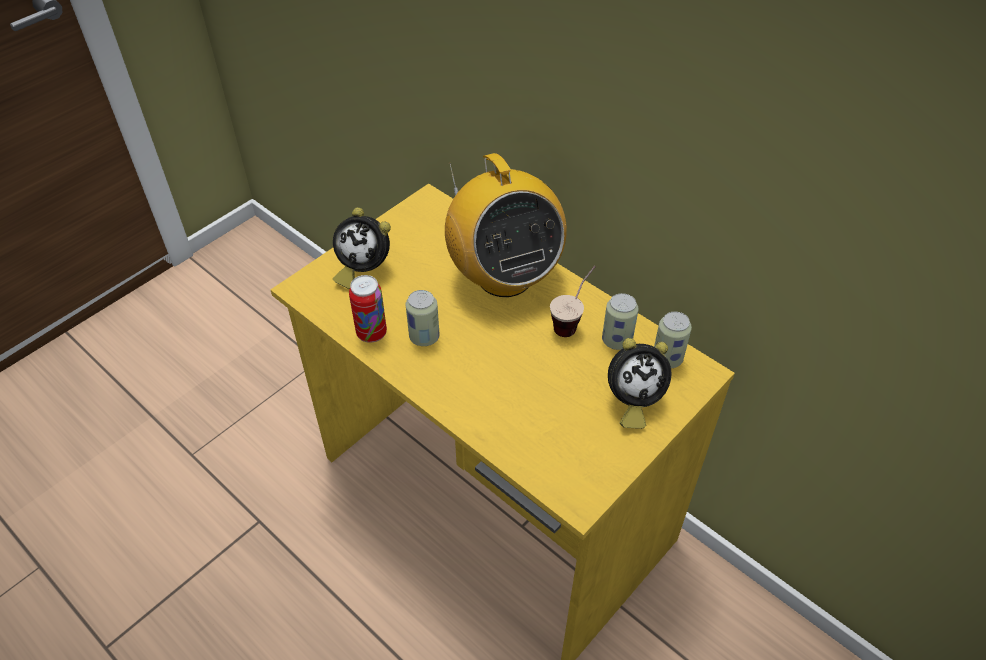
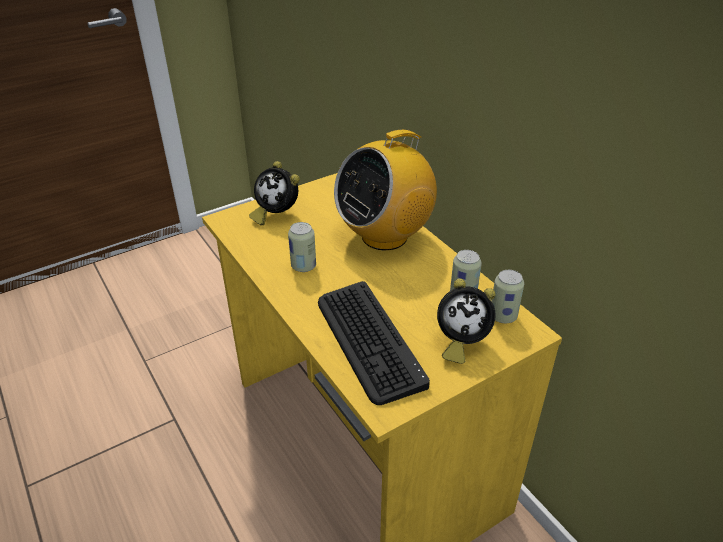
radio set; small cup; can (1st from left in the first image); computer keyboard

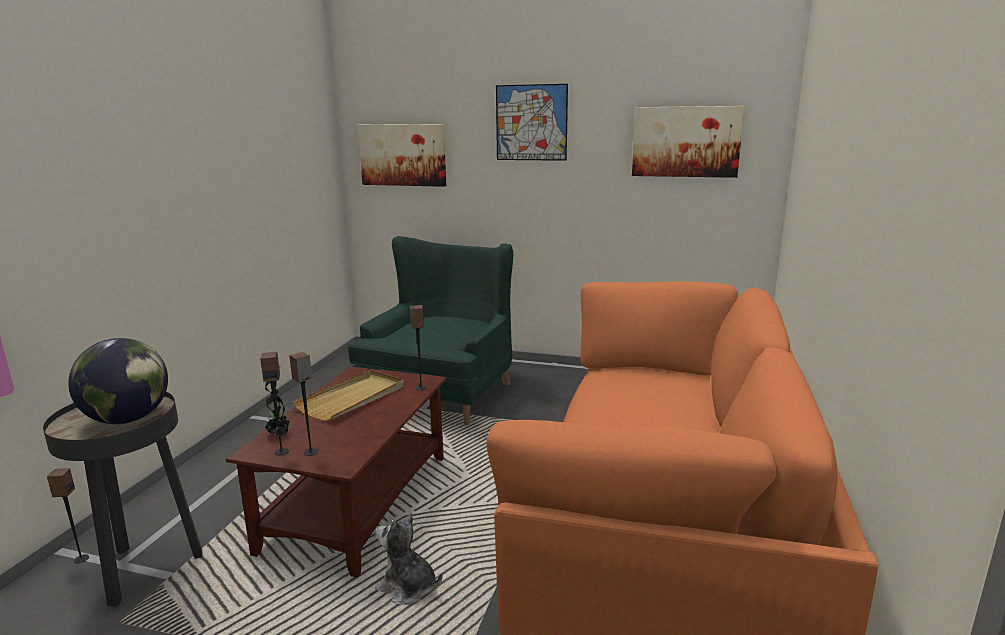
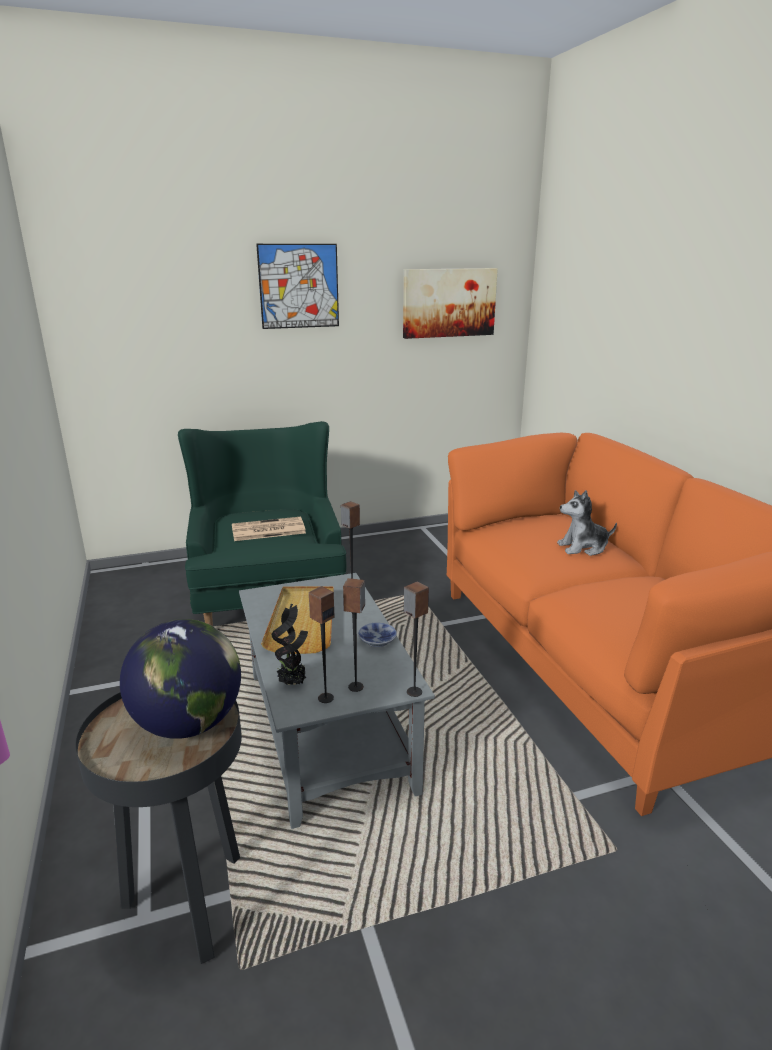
wall picture (1st from left in the first image); lounge table (gray); speaker (4th from left); soft toy; printed paper; serving bowl

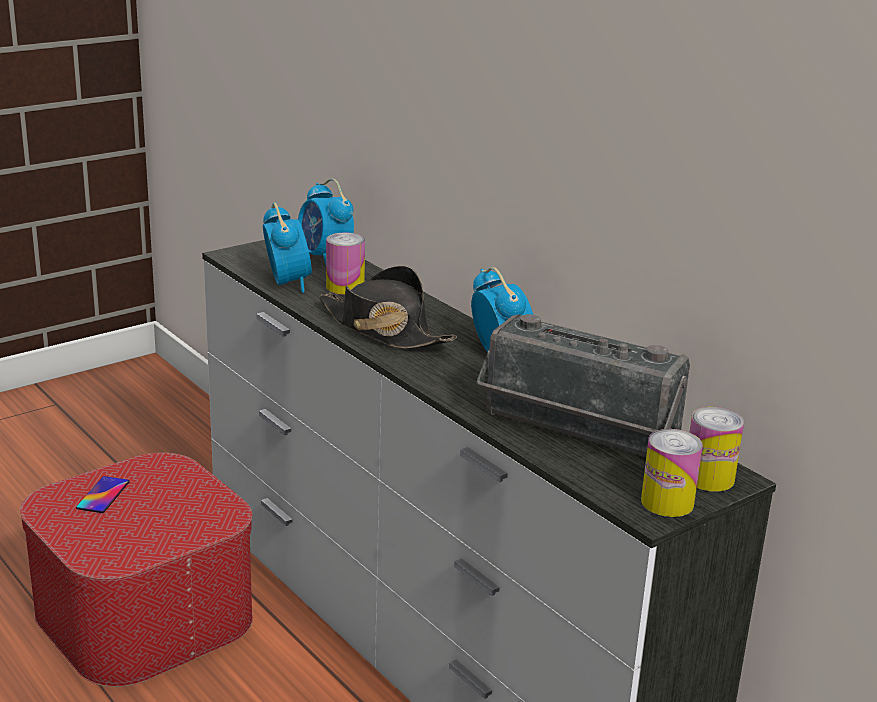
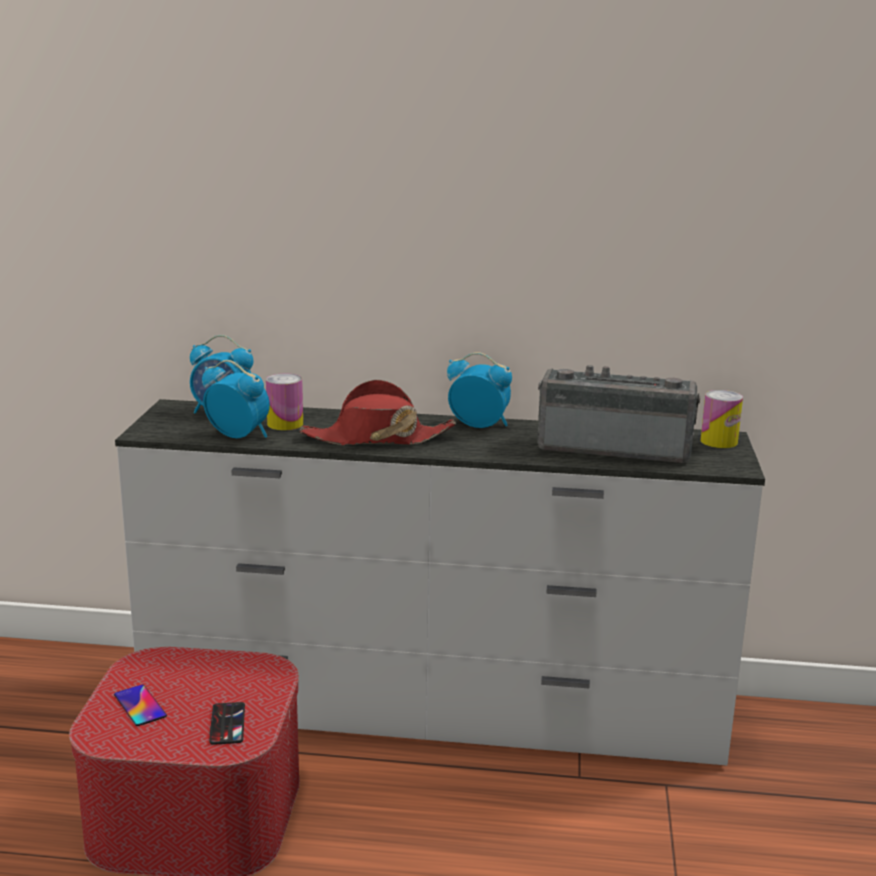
hat (red-coloured); radio set; can (2nd from left in the first image); telephone (2nd from left)

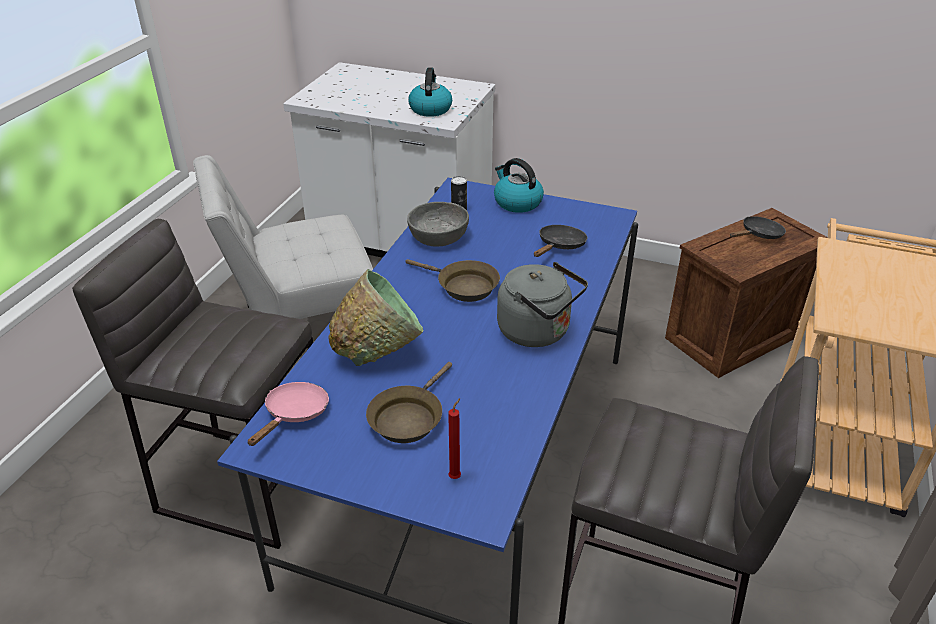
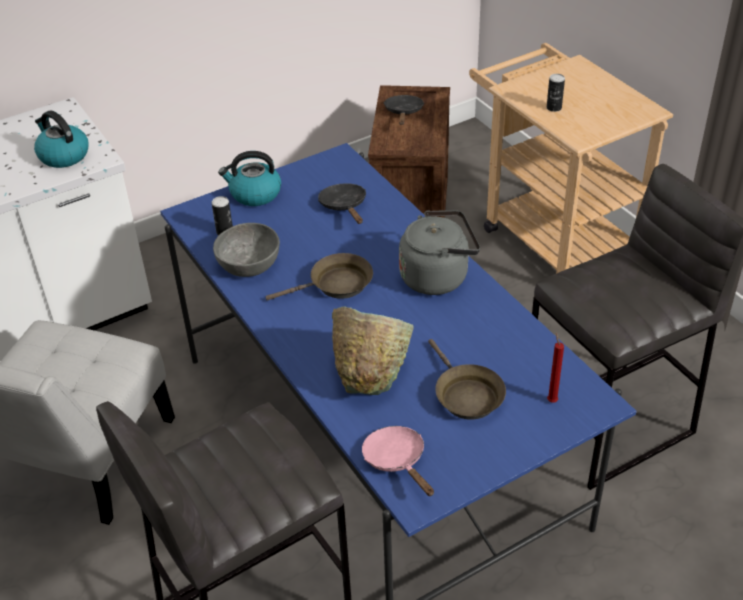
can (2nd from left)

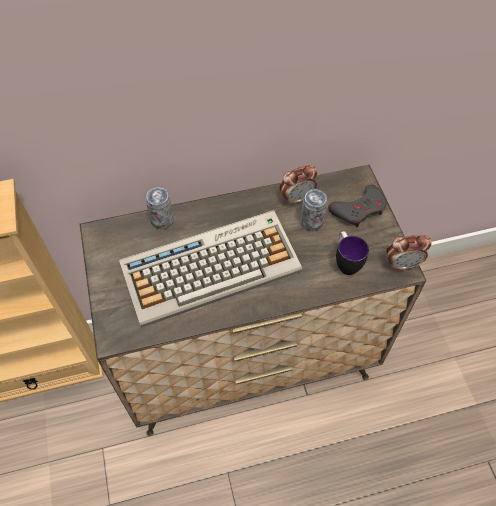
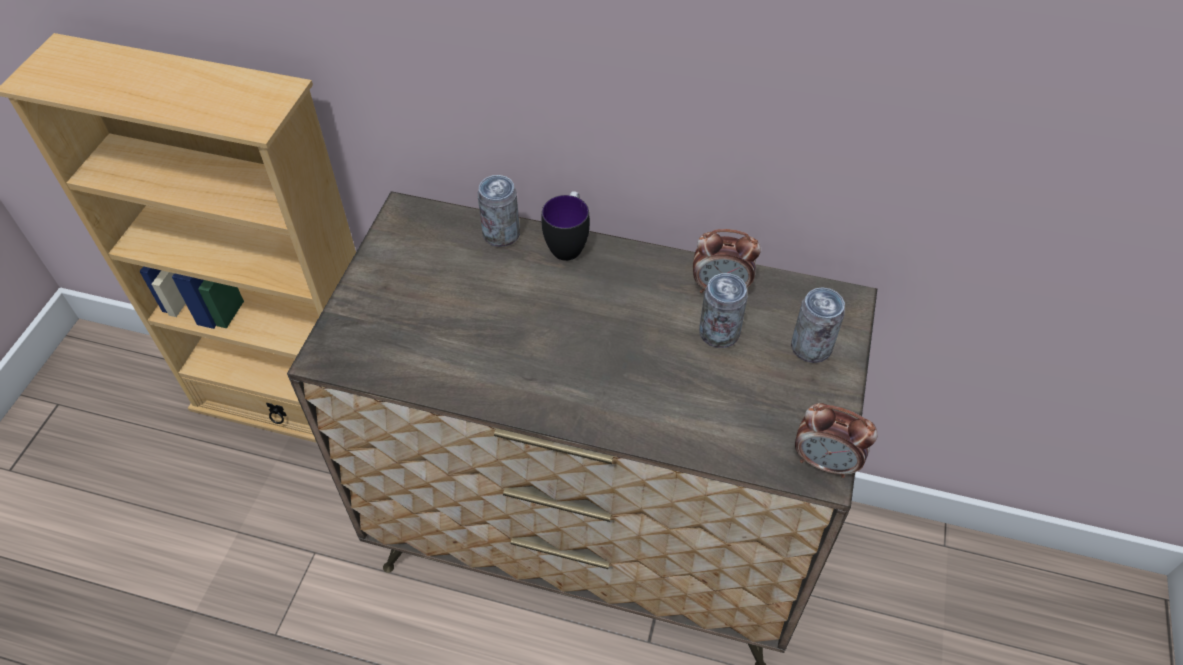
can (3rd from left); computer keyboard; tea mug

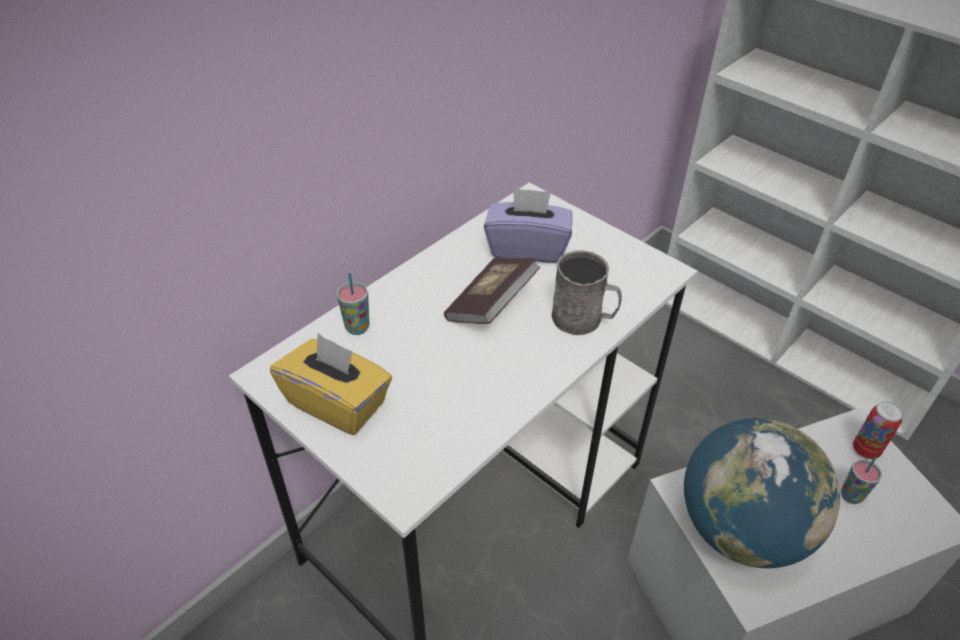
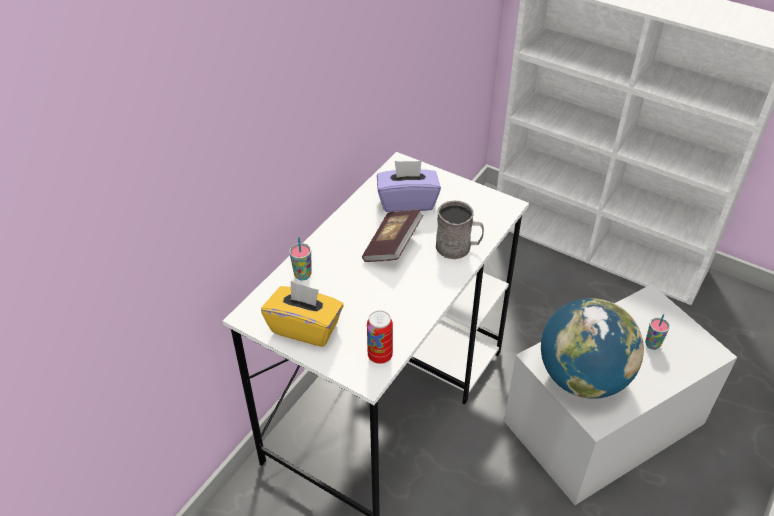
can

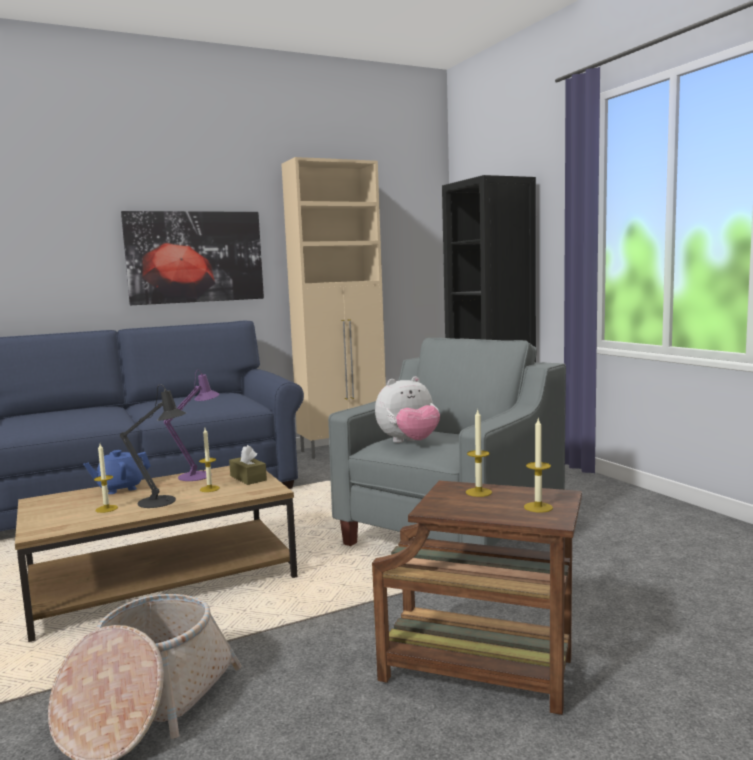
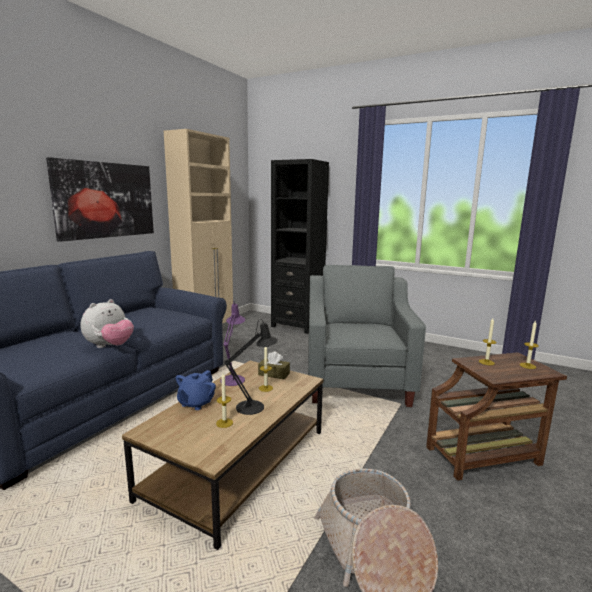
soft toy

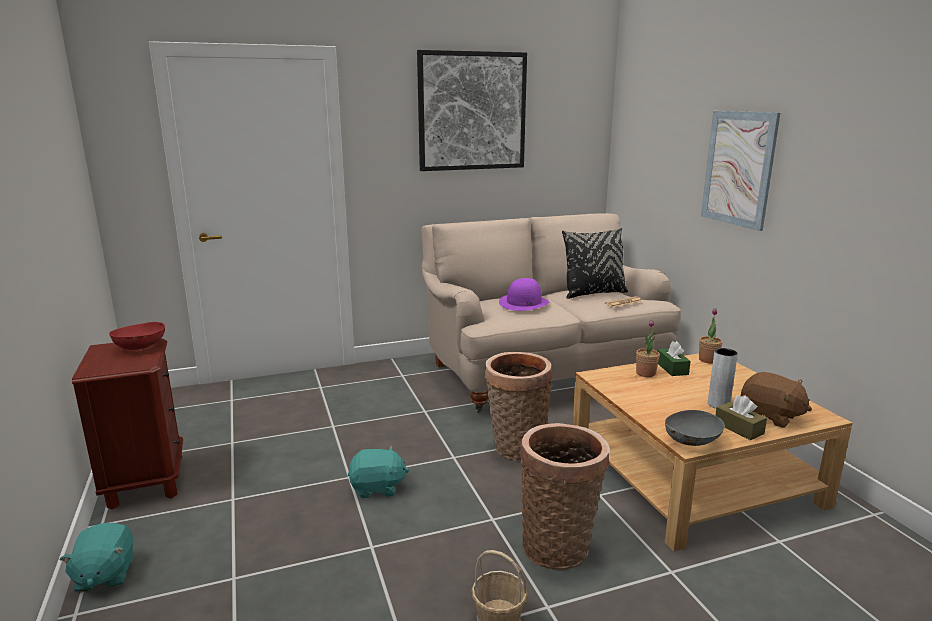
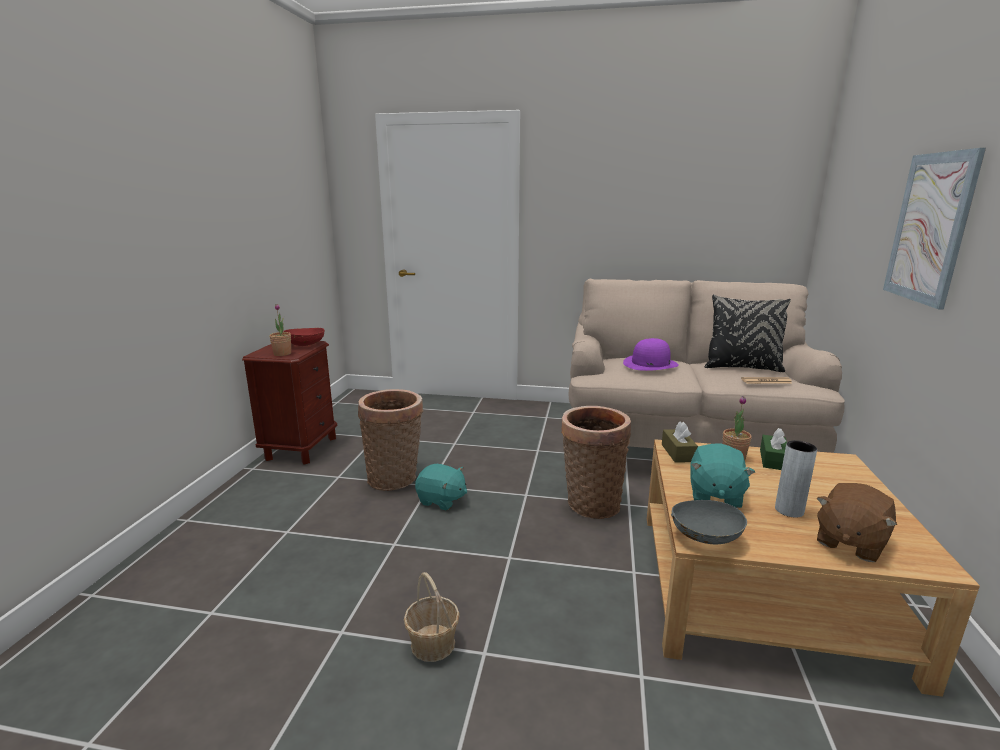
wall picture (1st from left in the first image); plant in a pot (1st from left); soft toy (brown-coloured); box of tissues (brown-coloured); household basket (1st from left); soft toy (turquoise-coloured) (2nd from left)

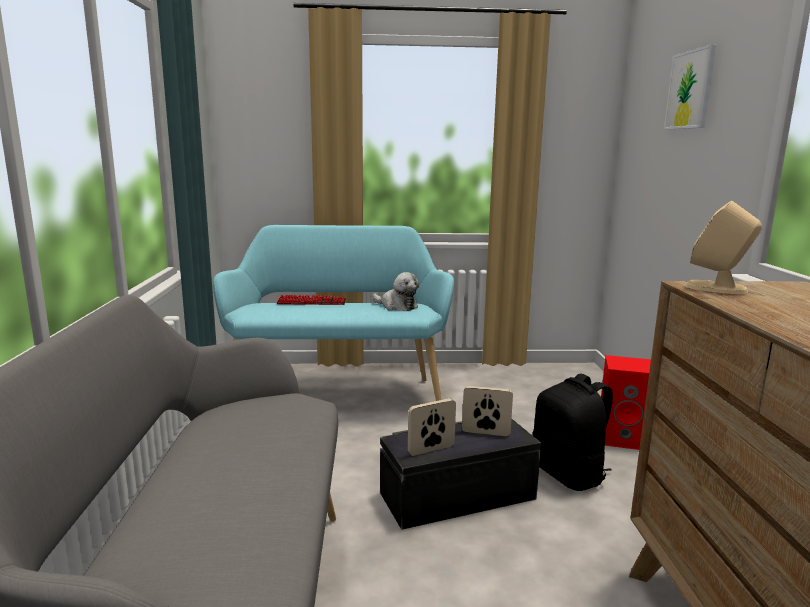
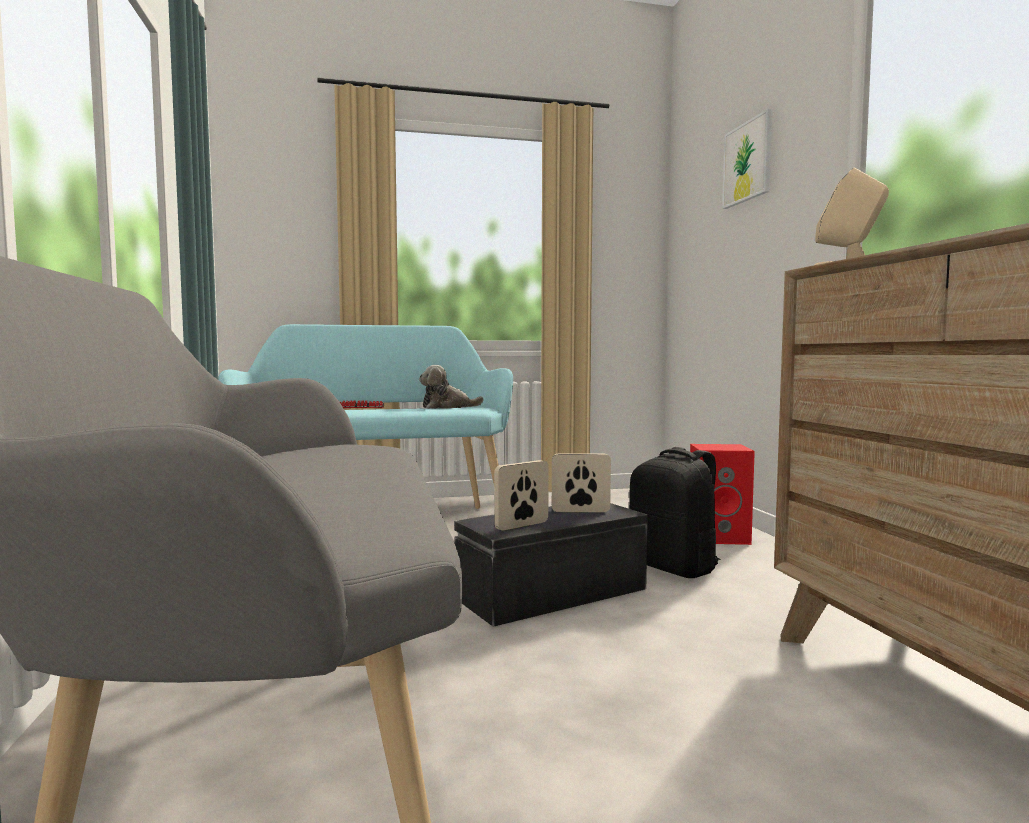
soft toy

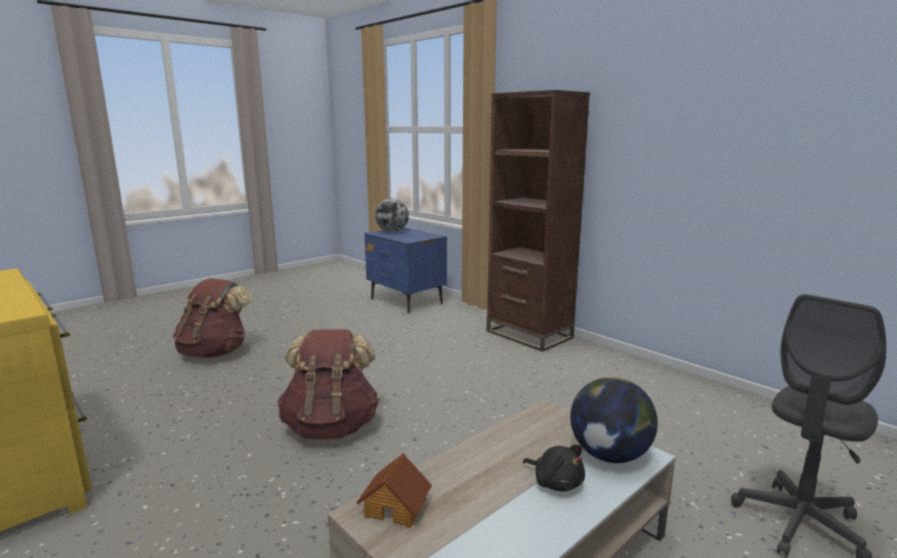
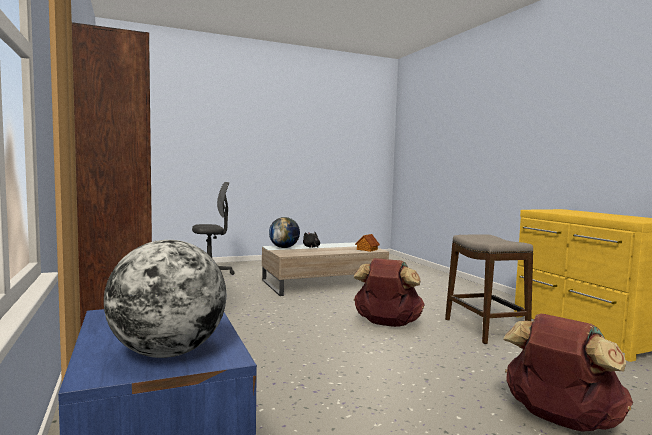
stool seat

